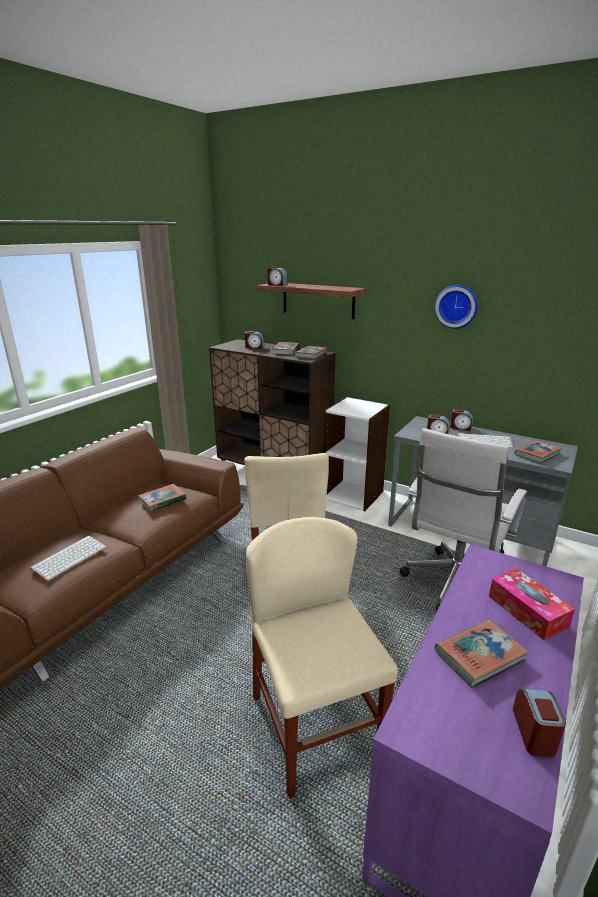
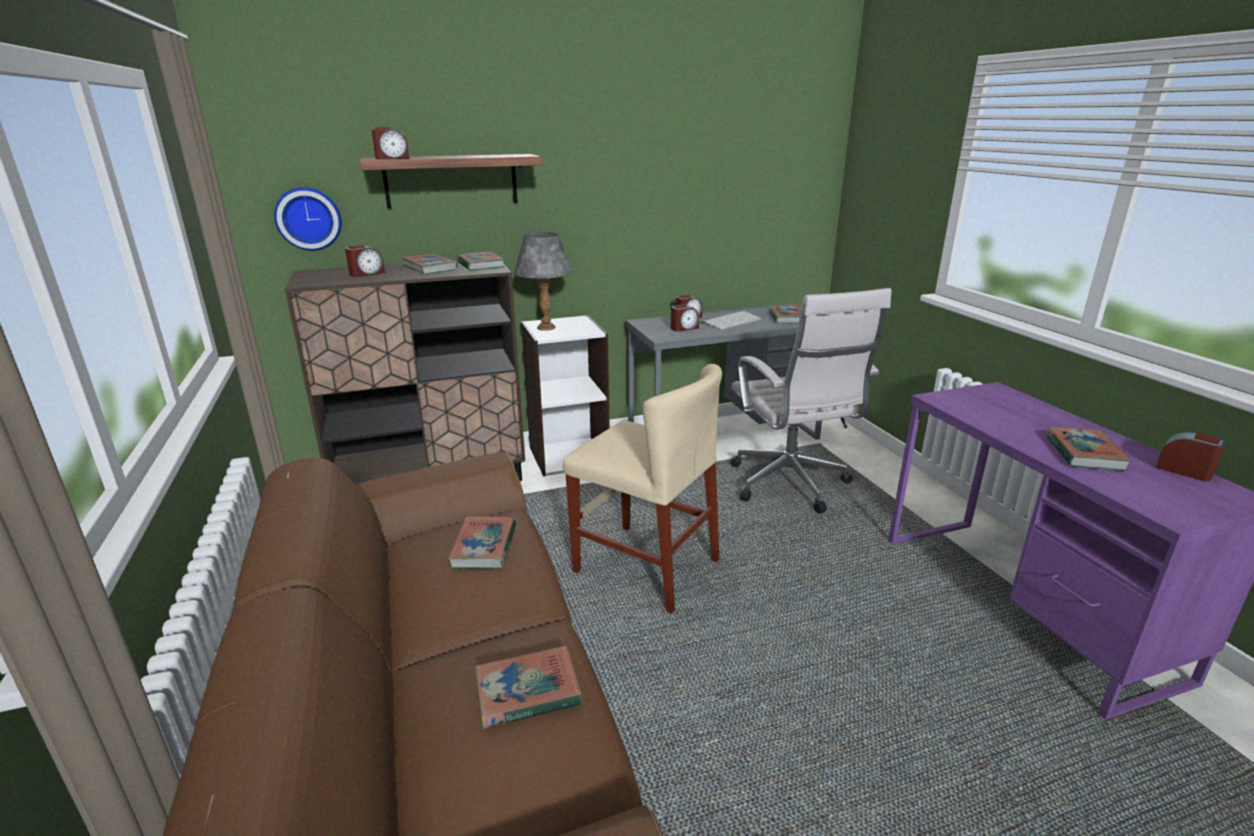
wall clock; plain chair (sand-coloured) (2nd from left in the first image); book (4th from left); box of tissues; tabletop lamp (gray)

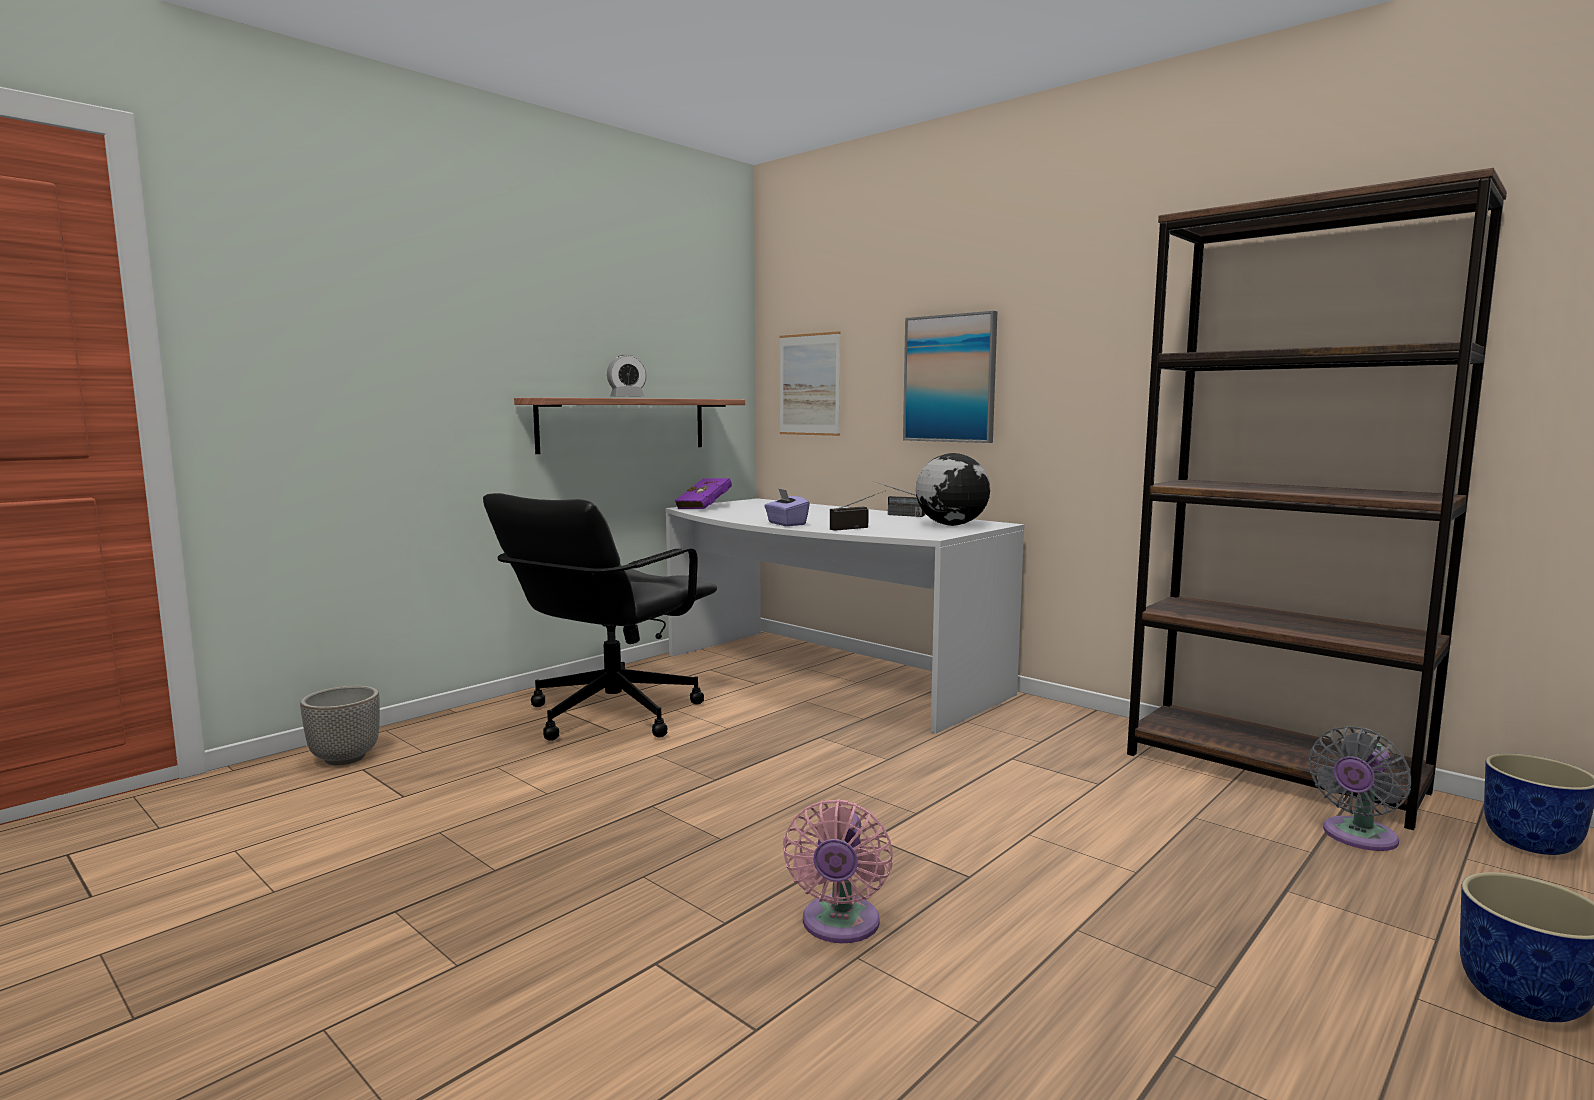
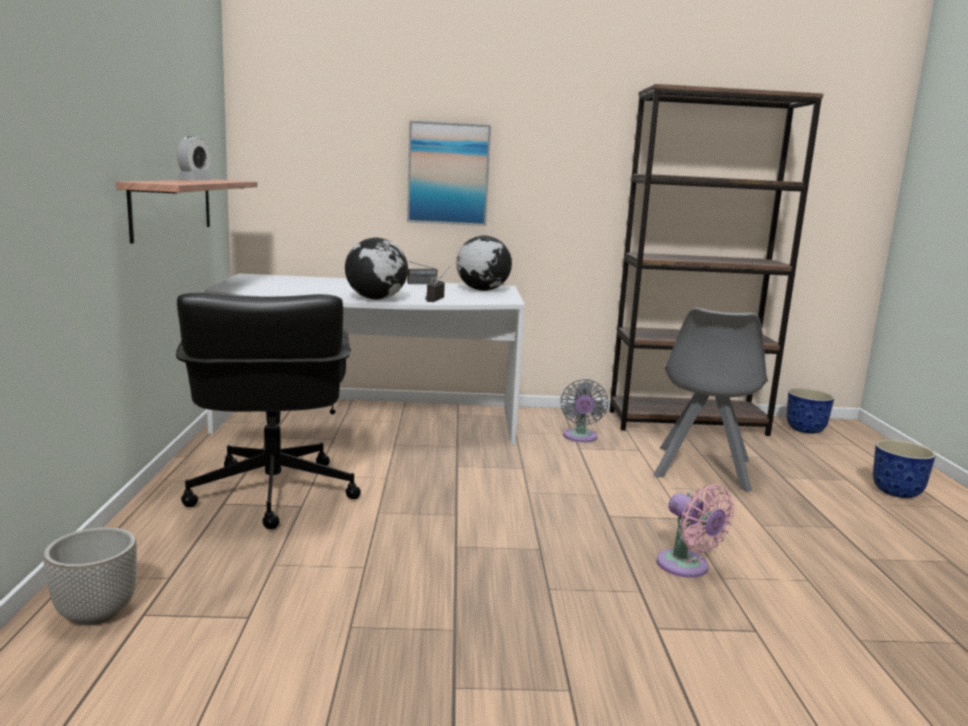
wall picture (1st from left in the first image); book (purple); world globe (1st from left); fan (gray); plain chair (gray)

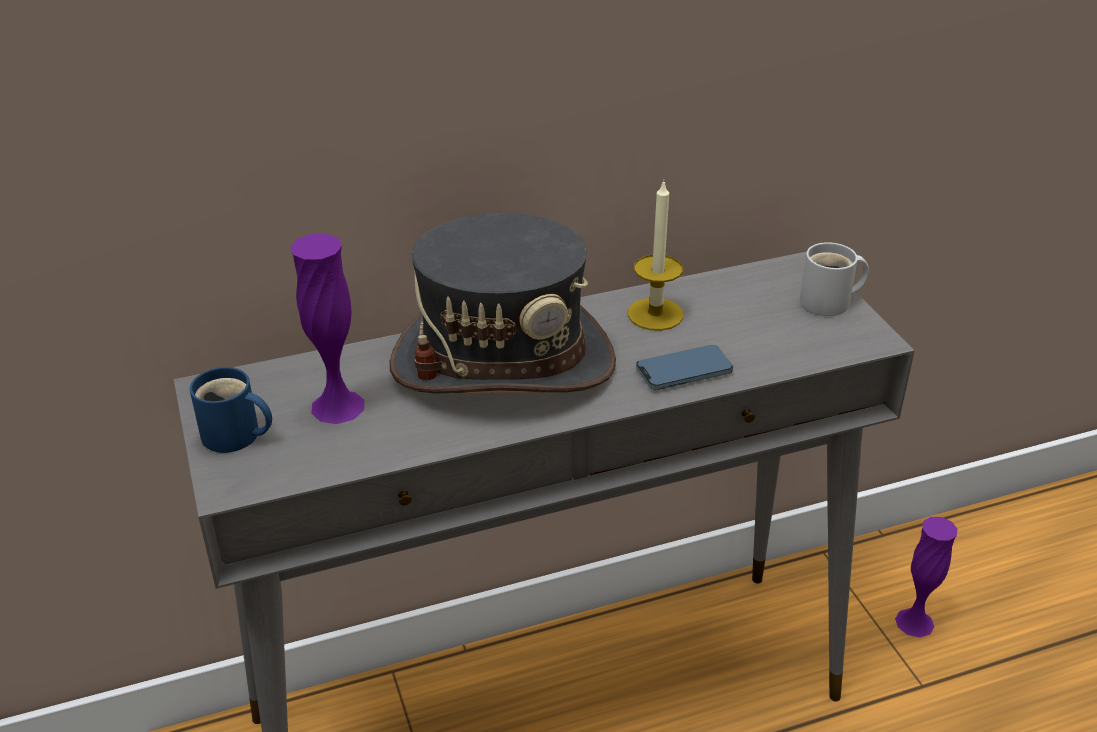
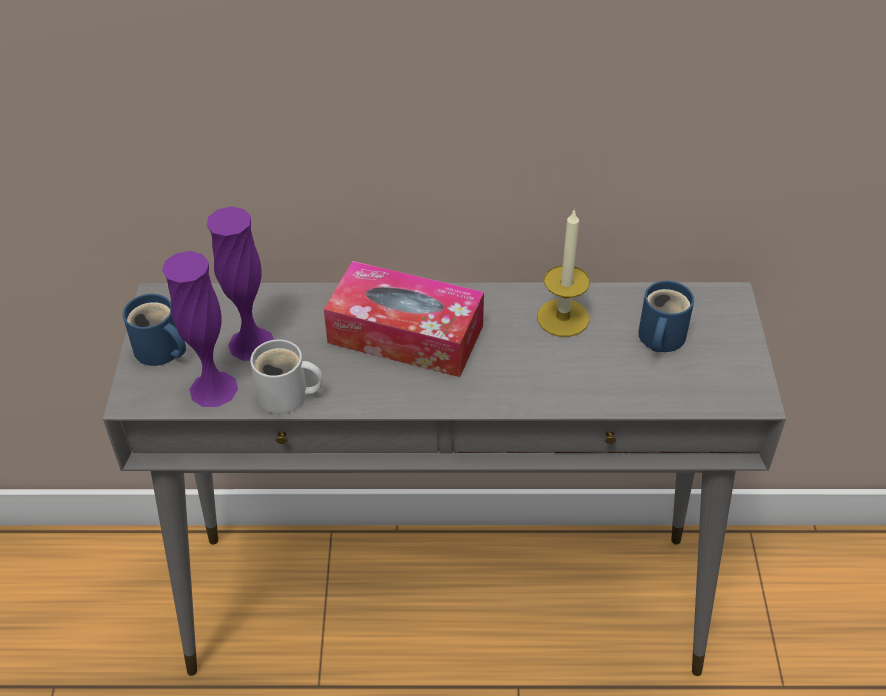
box of tissues; tea mug (whitish); telephone; vase (purple) (1st from left); tea mug (blue-coloured) (2nd from left)

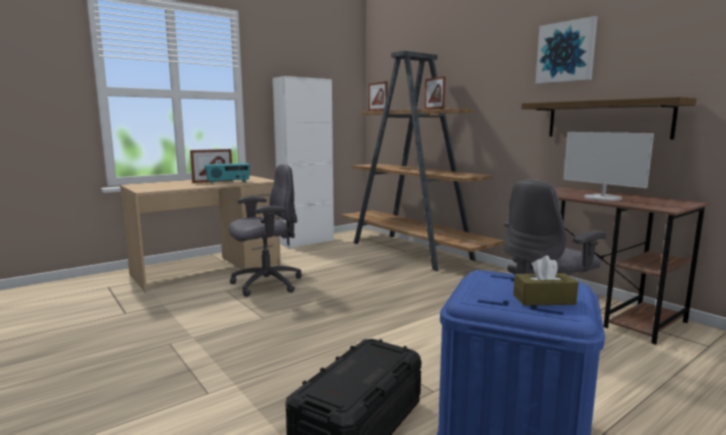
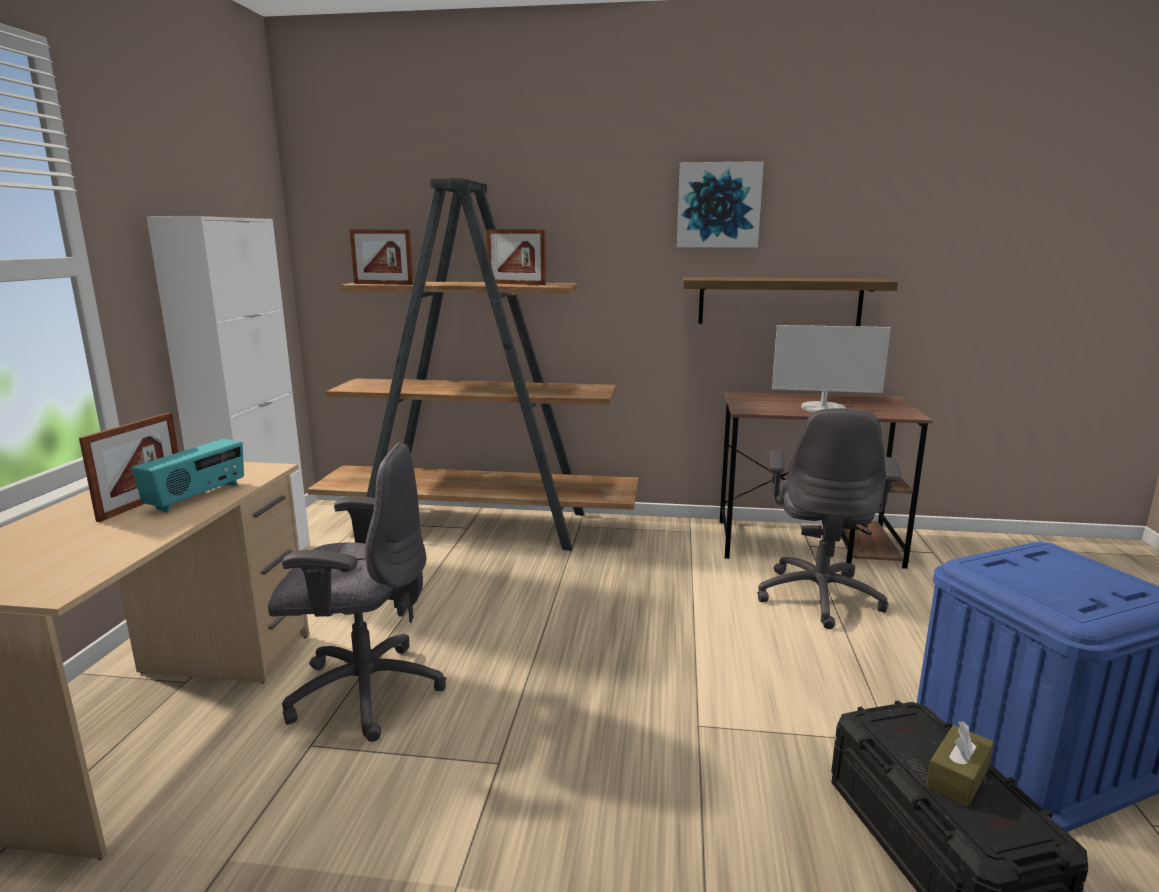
computer chair (gray) (1st from left); box of tissues (brown-coloured)

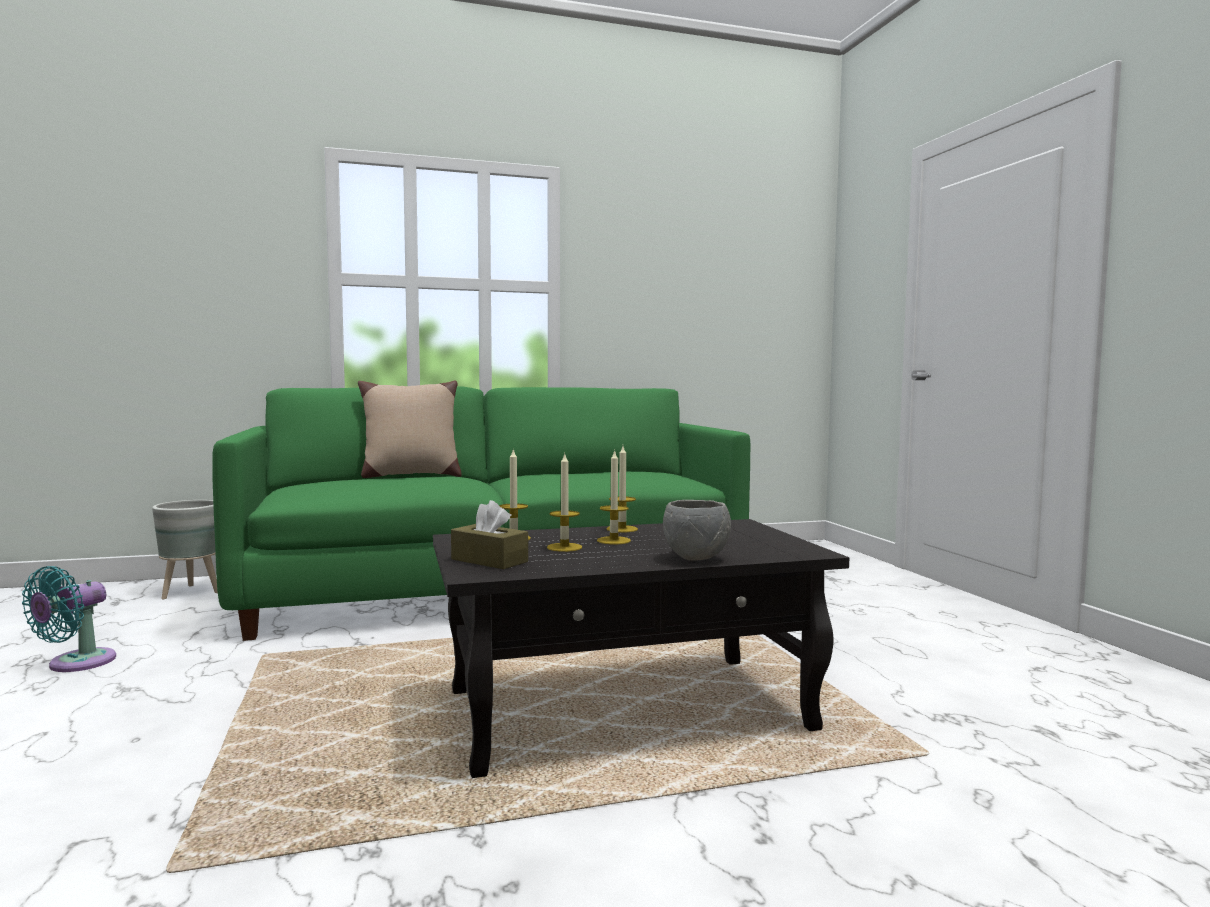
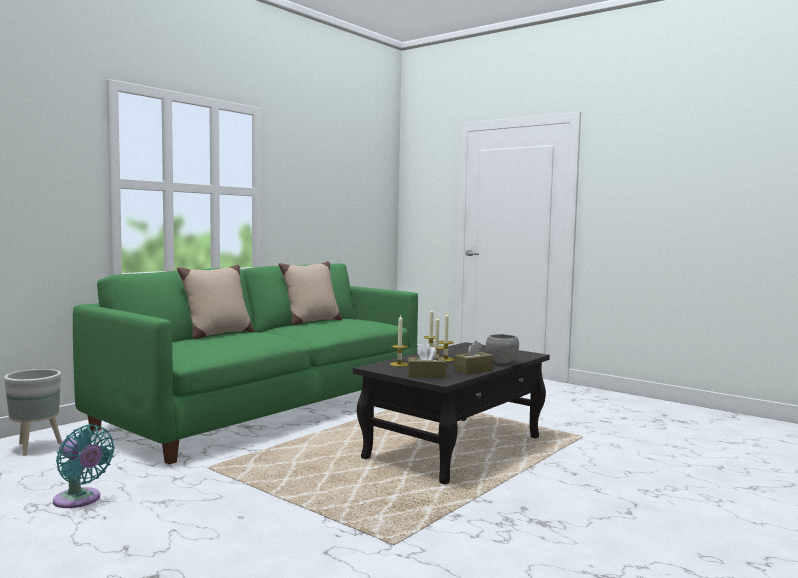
fan (turquoise-coloured); throw pillow (sand-coloured) (2nd from left); box of tissues (brown-coloured) (2nd from left)

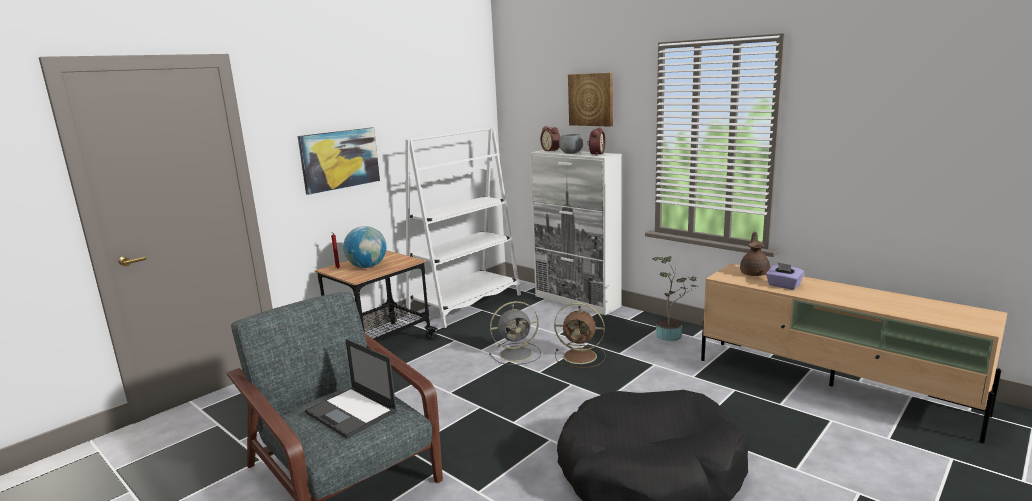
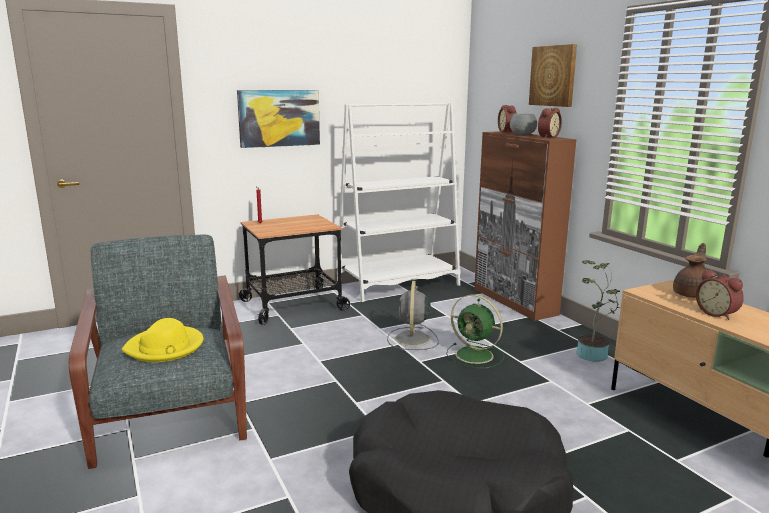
storage cabinet (brown-coloured); world globe; table clock (3rd from left); fan (gray); fan (greenish); hat (yellow)

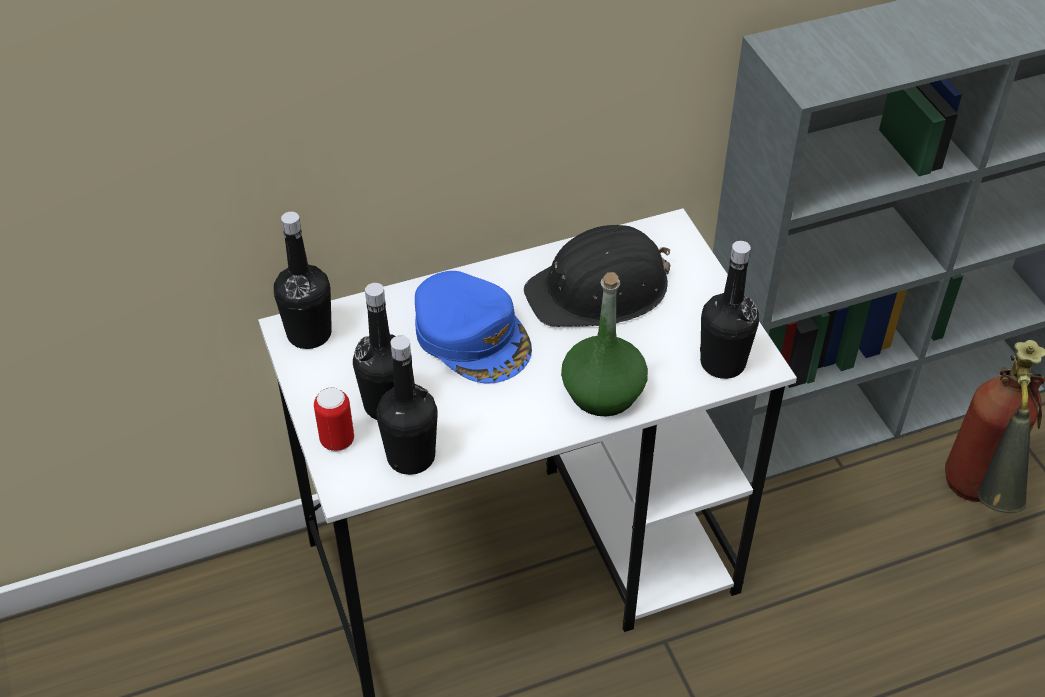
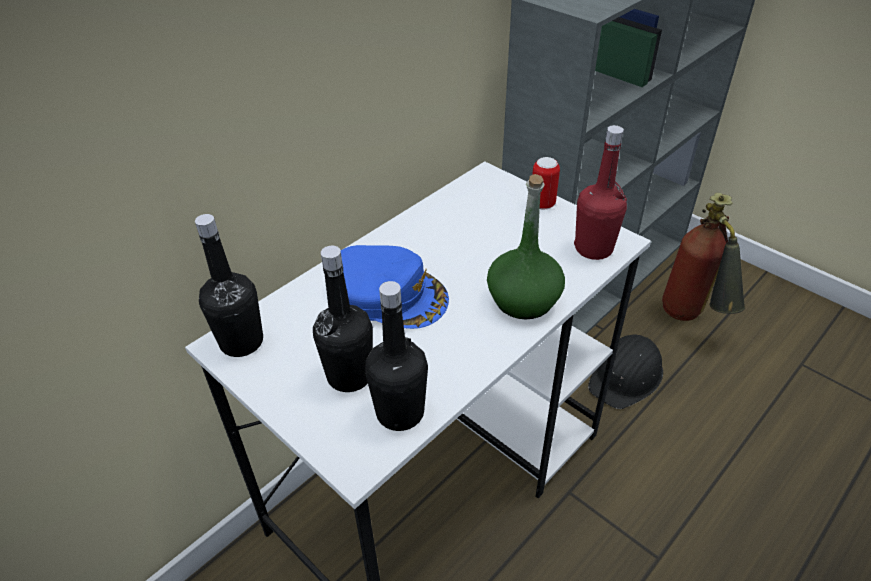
hard hat (black); drink bottle (red-coloured); can

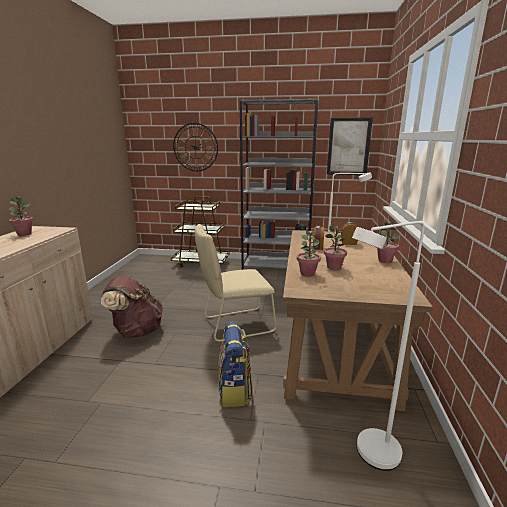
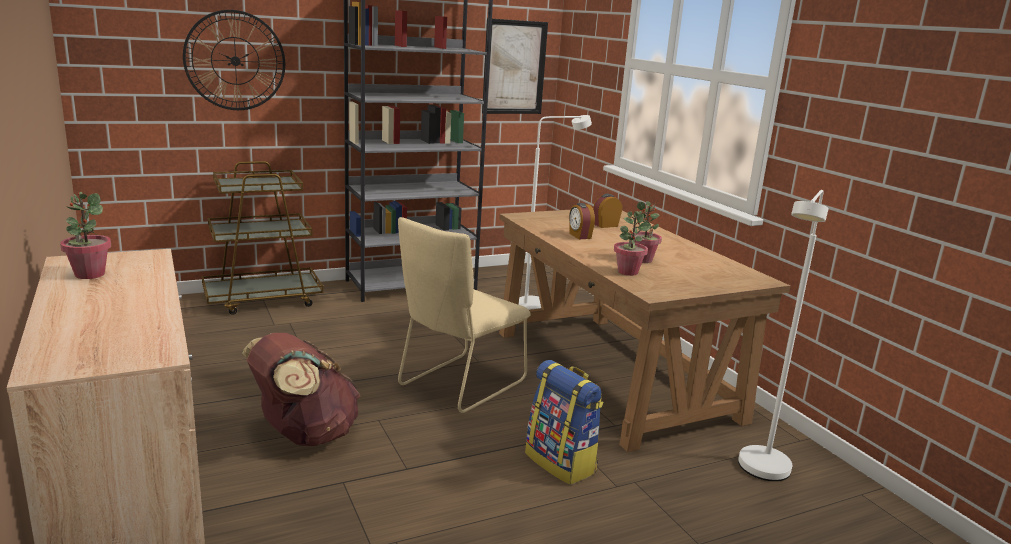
plant in a pot (4th from left in the first image)

